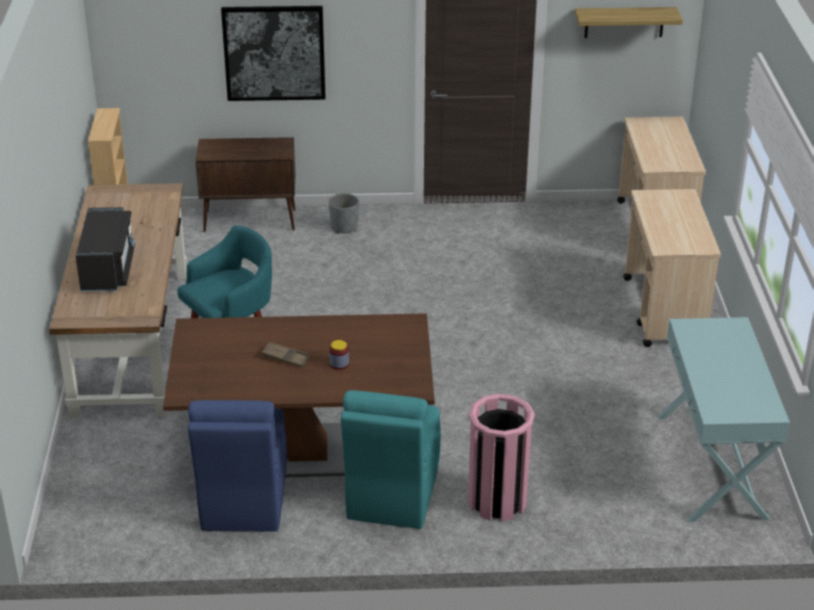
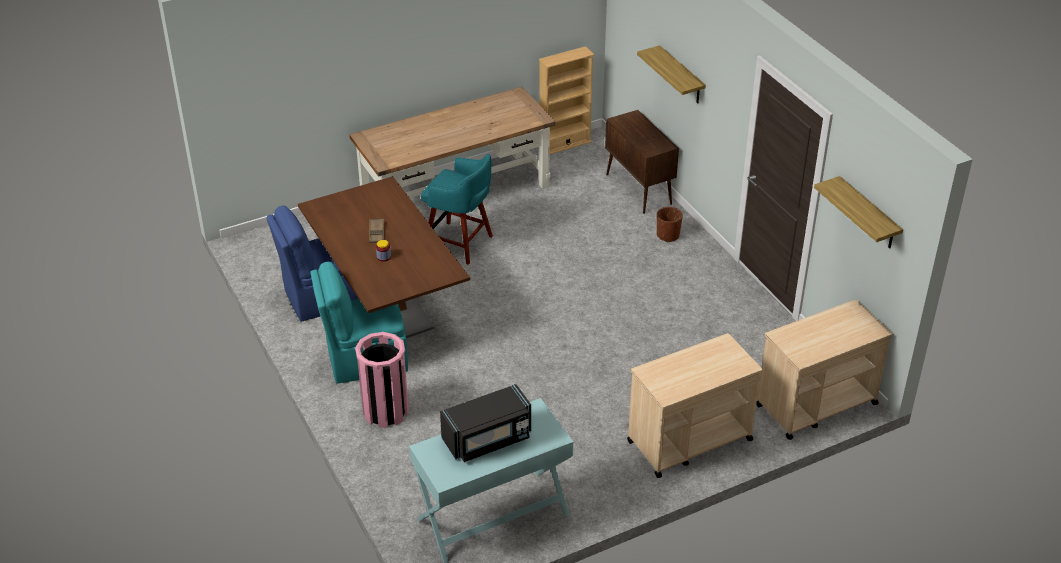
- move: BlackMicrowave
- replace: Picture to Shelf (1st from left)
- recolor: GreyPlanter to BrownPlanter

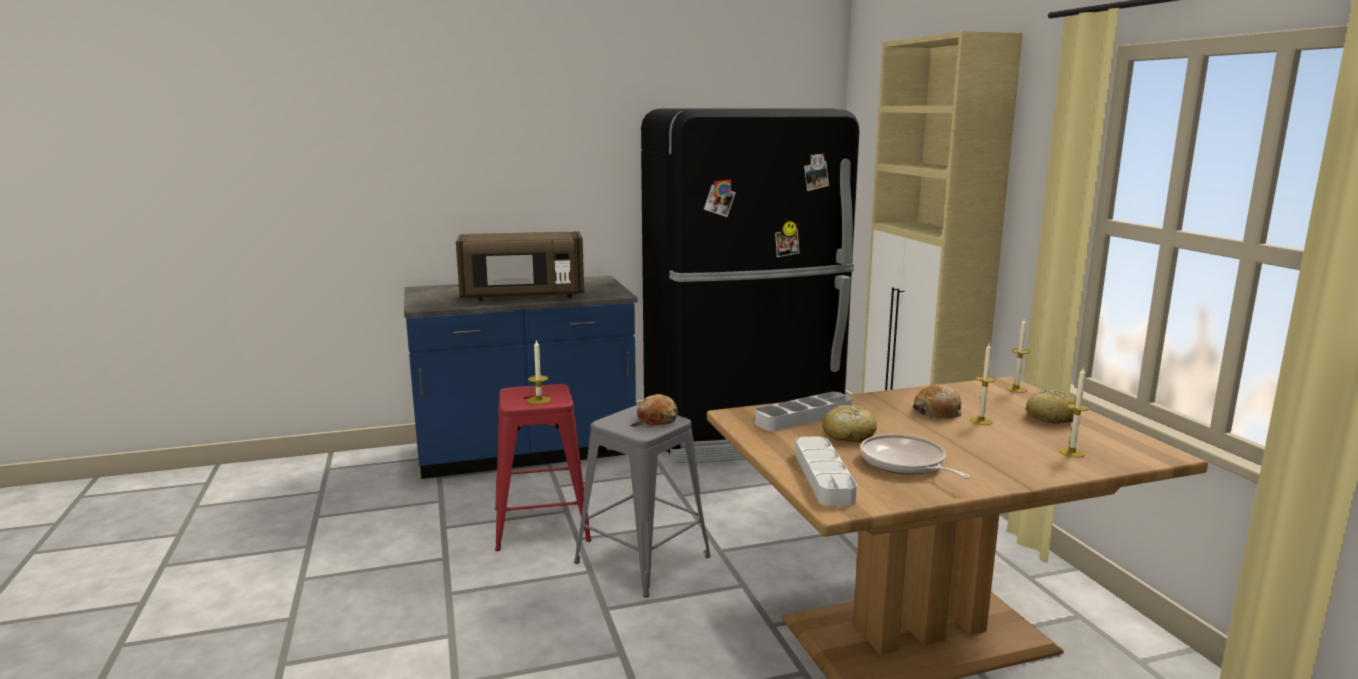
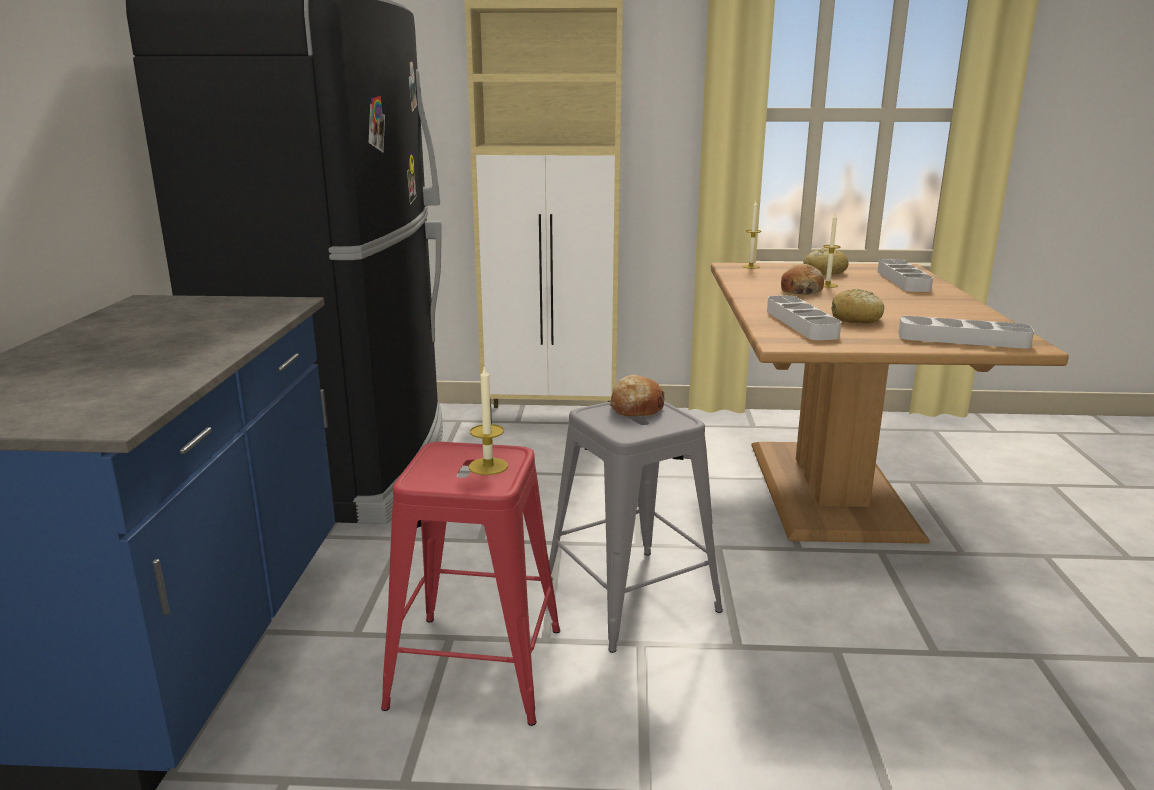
- delete: BrownMicrowave
- delete: FryingPan
- replace: Candle (4th from left) to GreyTray (2nd from left)

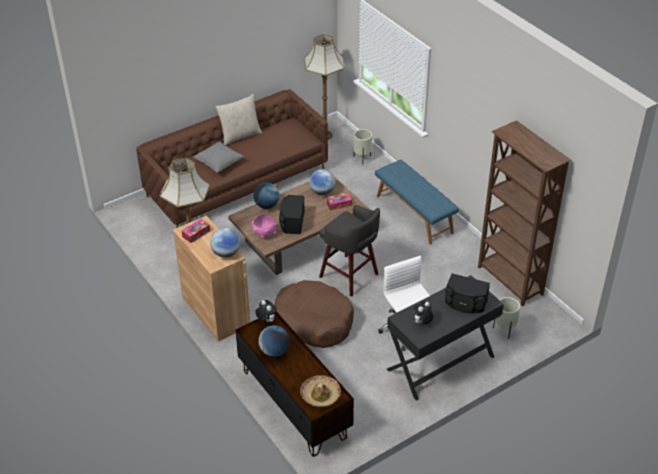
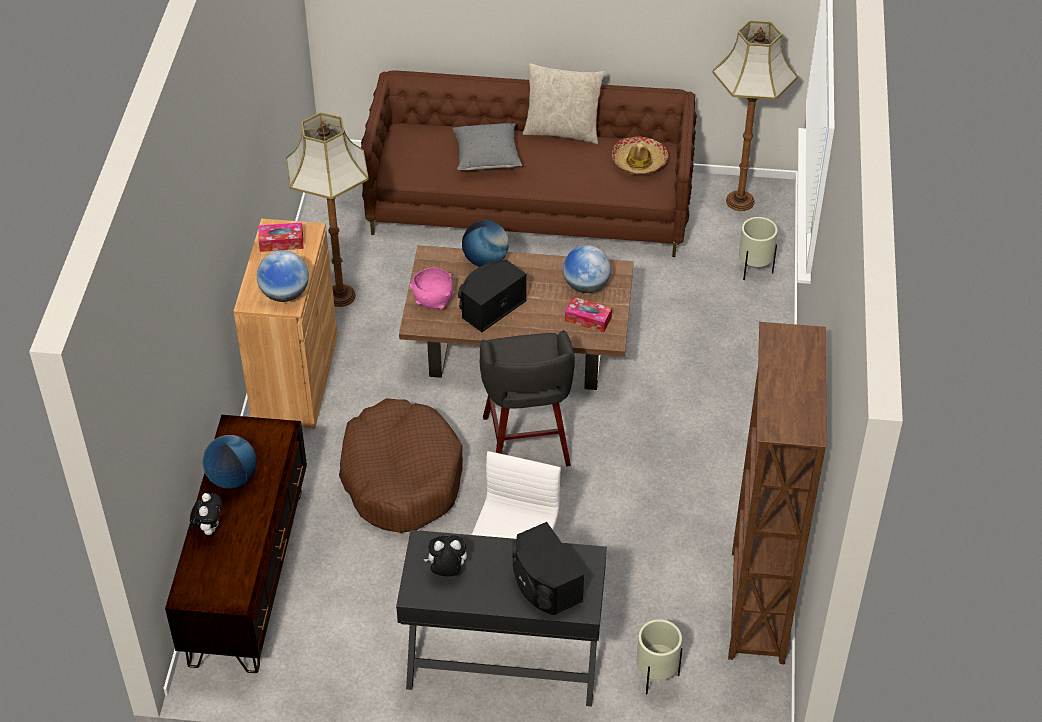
- delete: BlueBench
- move: PlushToy (1st from left)
- move: Hat

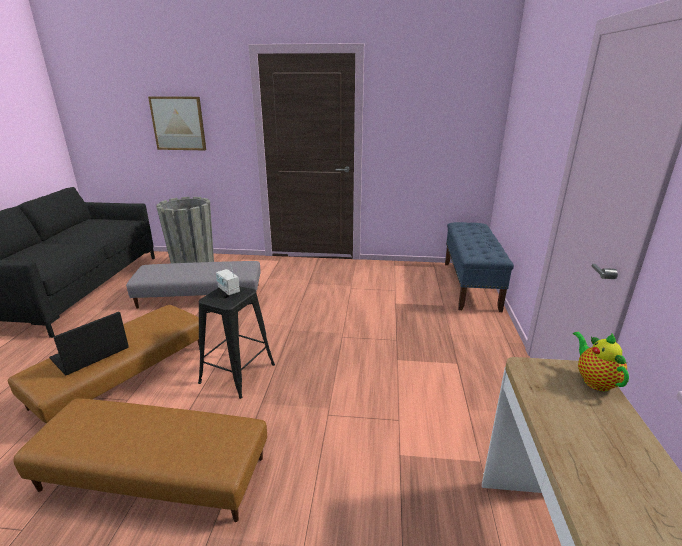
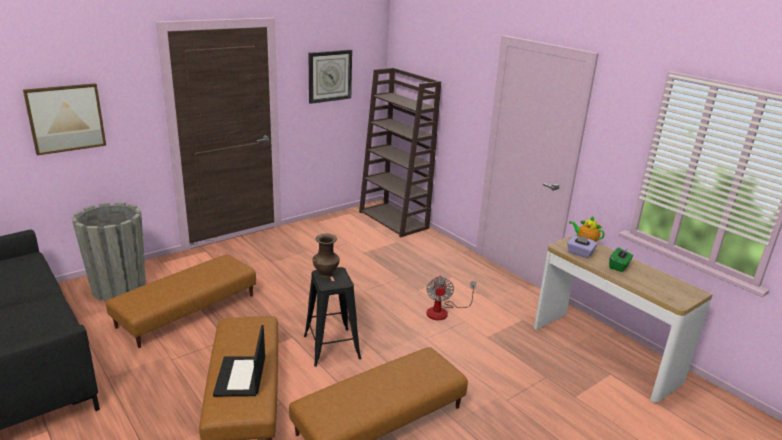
- insert: WallClock
- insert: Fan
- insert: PurpleTissueBox
- insert: GreenTissueBox
- replace: Radio to BrownVase
- replace: BlueBench to BrownBookcase
- recolor: GreyOttoman to BrownOttoman (1st from left)

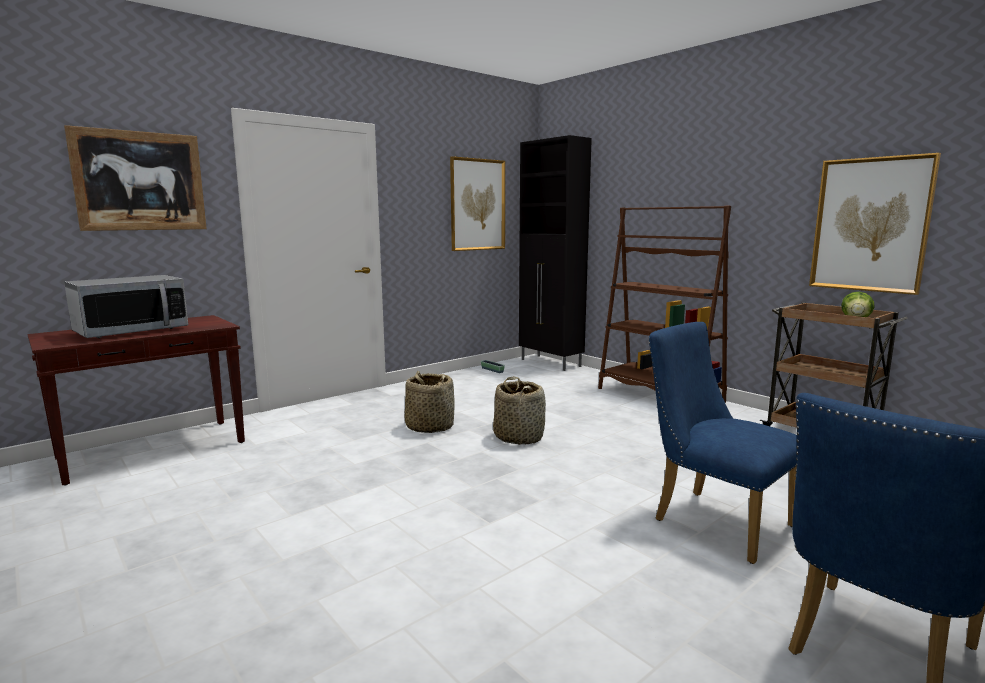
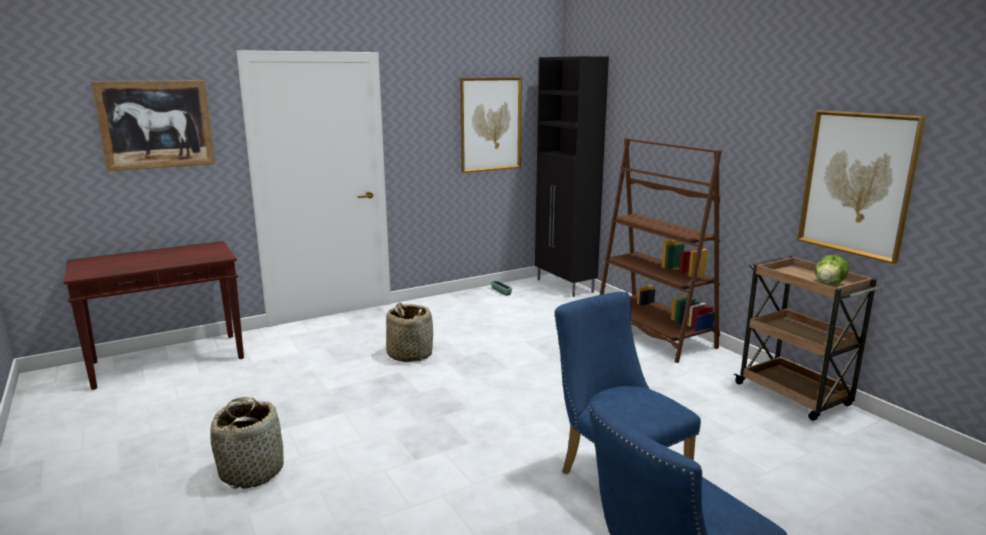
- delete: Microwave
- move: Basket (2nd from left in the first image) to Basket (1st from left)

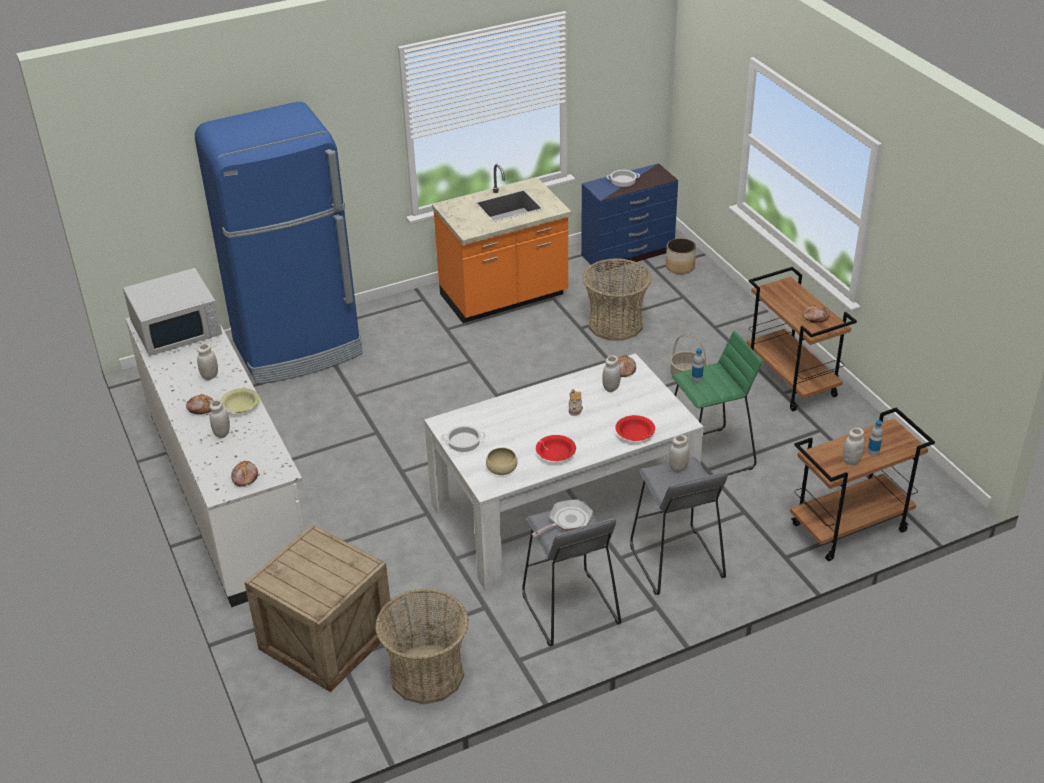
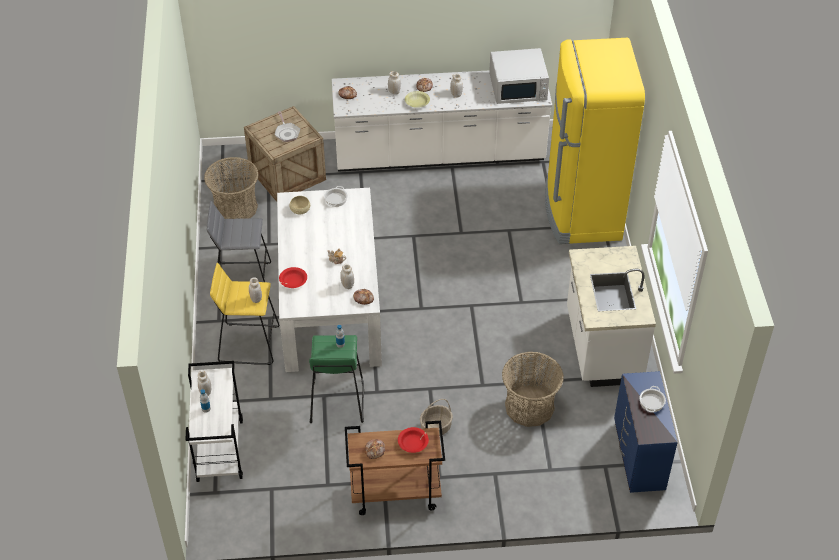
- delete: Planter
- move: FryingPan
- move: RedBowl (1st from left in the first image) to RedBowl (2nd from left)
- recolor: BlueFridge to YellowFridge
- recolor: OrangeCounter to WhiteCounter (2nd from left)
- recolor: GreyStool (2nd from left) to YellowStool
- recolor: BrownCart (2nd from left) to WhiteCart
- rotate: WhiteMicrowave 90 degrees counterclockwise

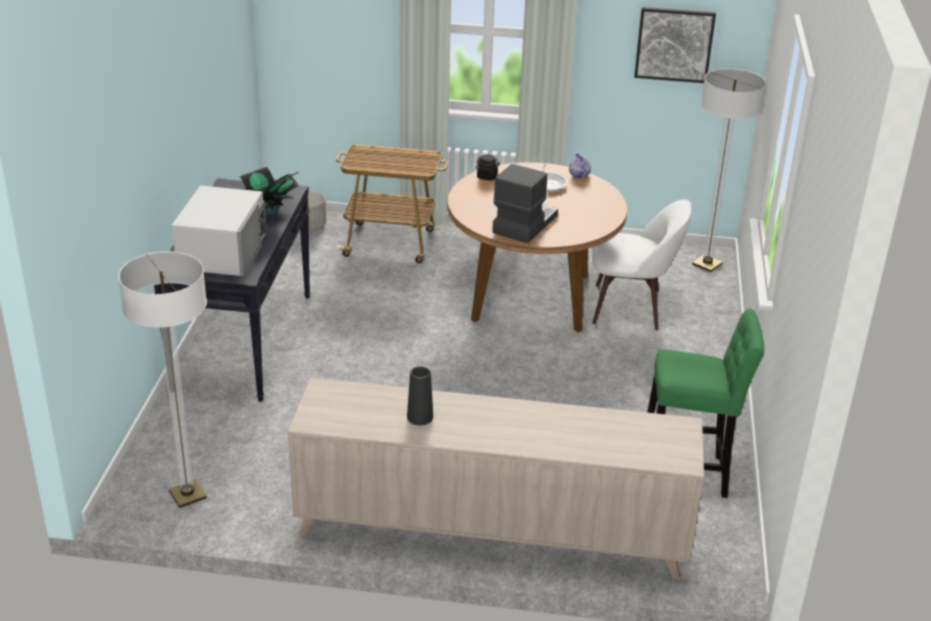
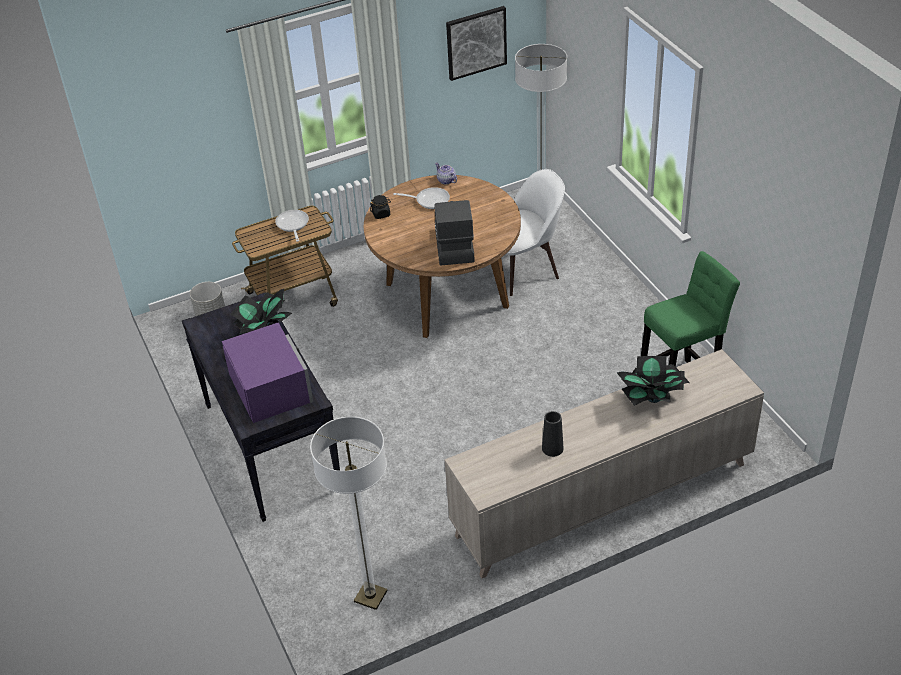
- insert: FryingPan (1st from left)
- insert: PottedPlant (2nd from left)
- recolor: WhiteMicrowave to PurpleMicrowave

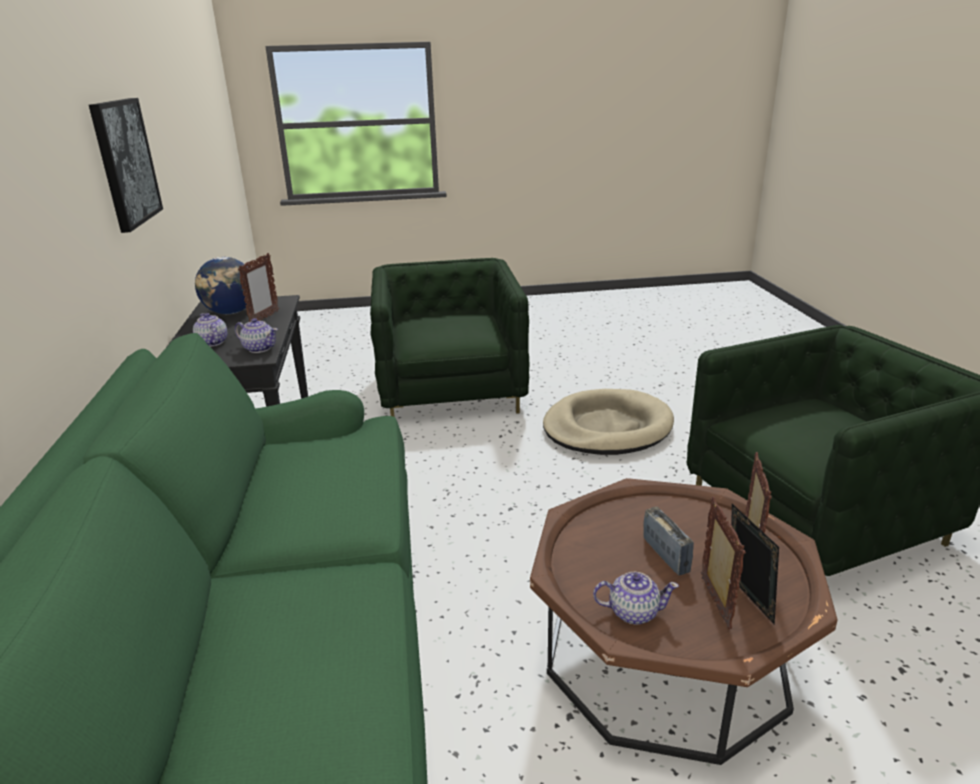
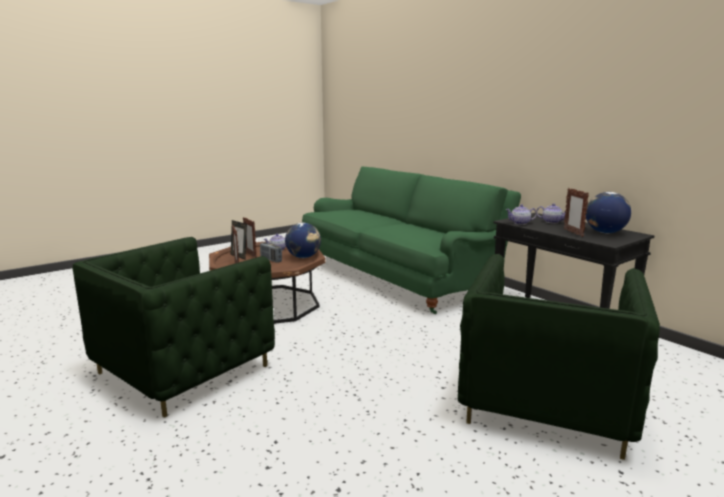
- delete: Picture
- delete: BeigeDogBed
- insert: Globe (1st from left)
- rotate: GreenArmchair (1st from left in the first image) 60 degrees clockwise

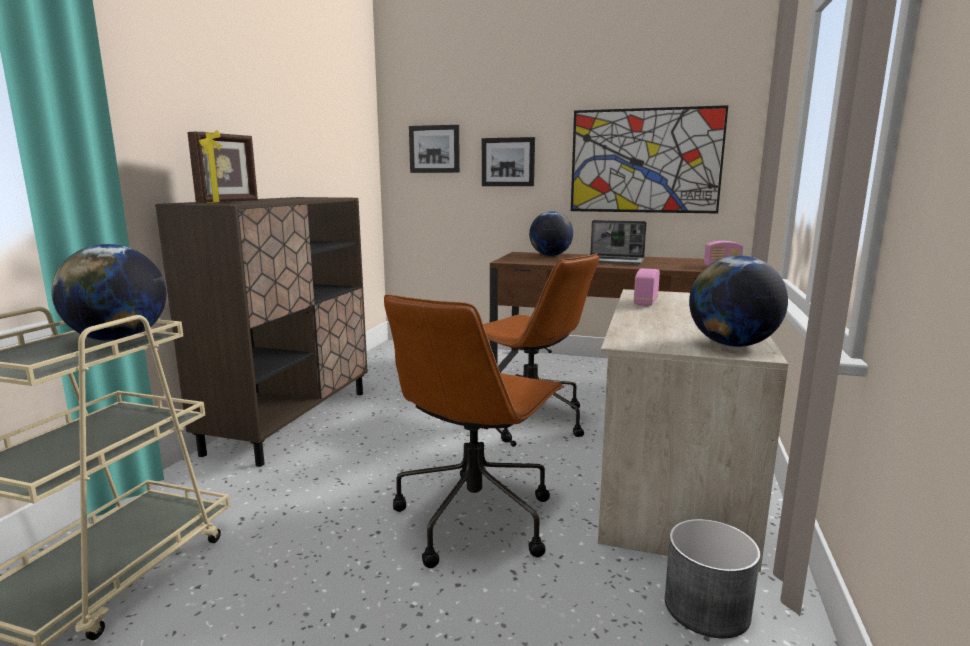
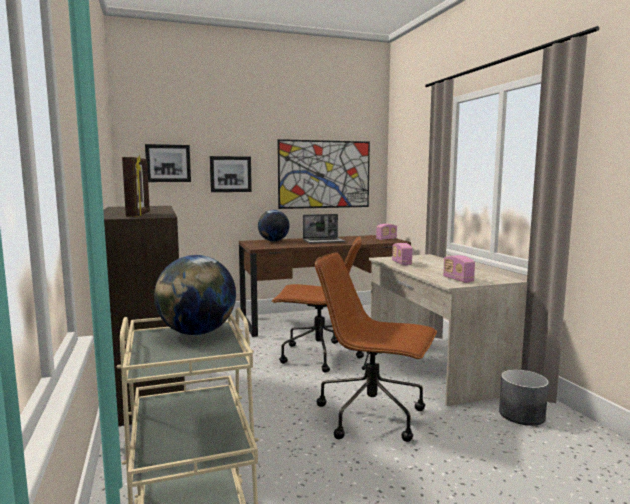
- delete: Globe (3rd from left)
- insert: Radio (3rd from left)
- rotate: BrownOfficeChair (1st from left in the first image) 120 degrees clockwise

